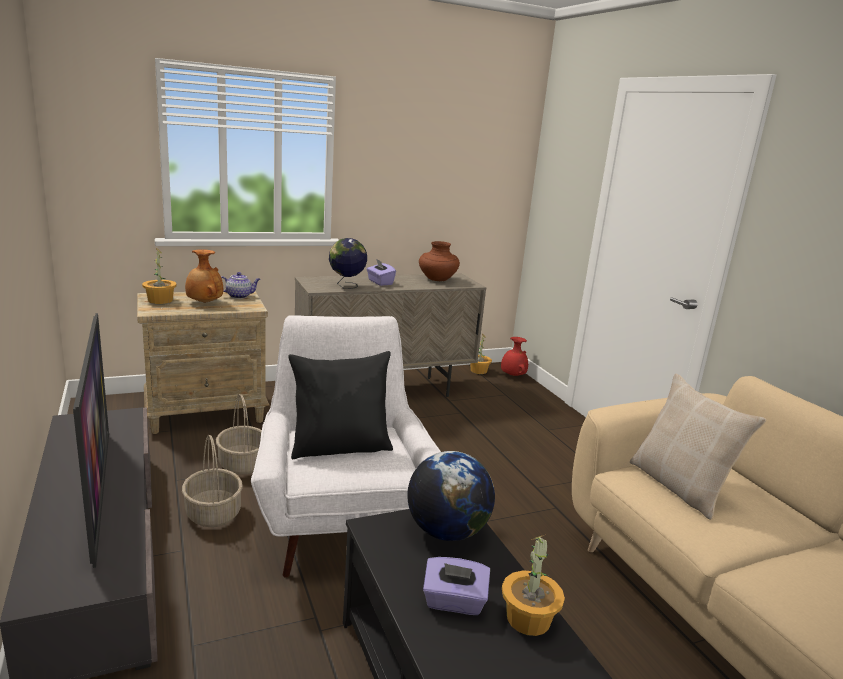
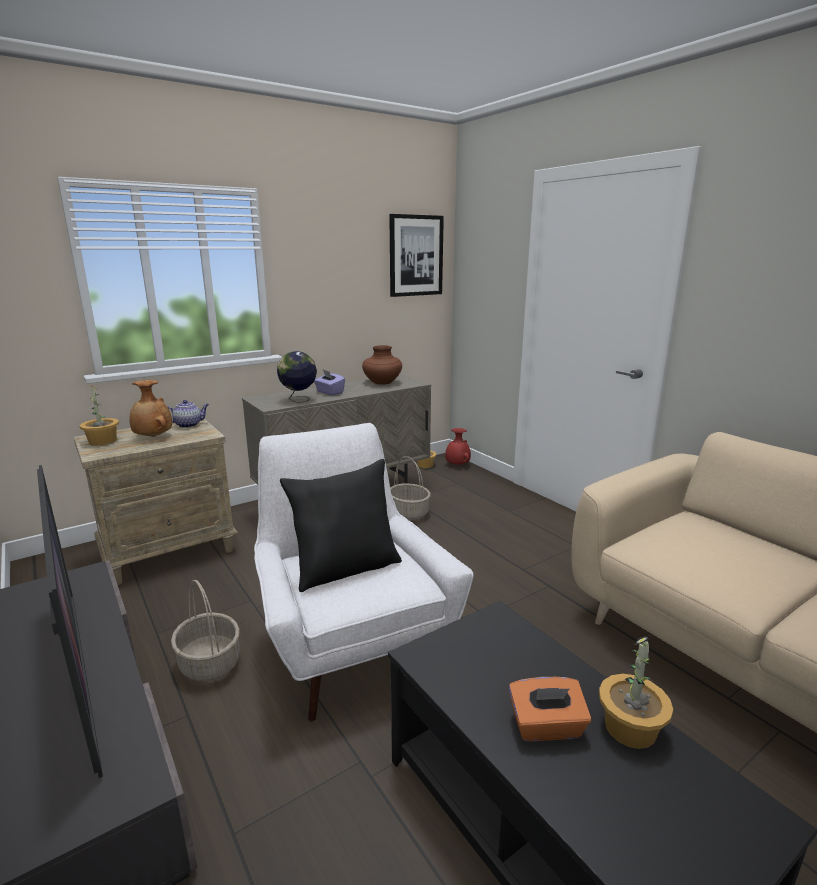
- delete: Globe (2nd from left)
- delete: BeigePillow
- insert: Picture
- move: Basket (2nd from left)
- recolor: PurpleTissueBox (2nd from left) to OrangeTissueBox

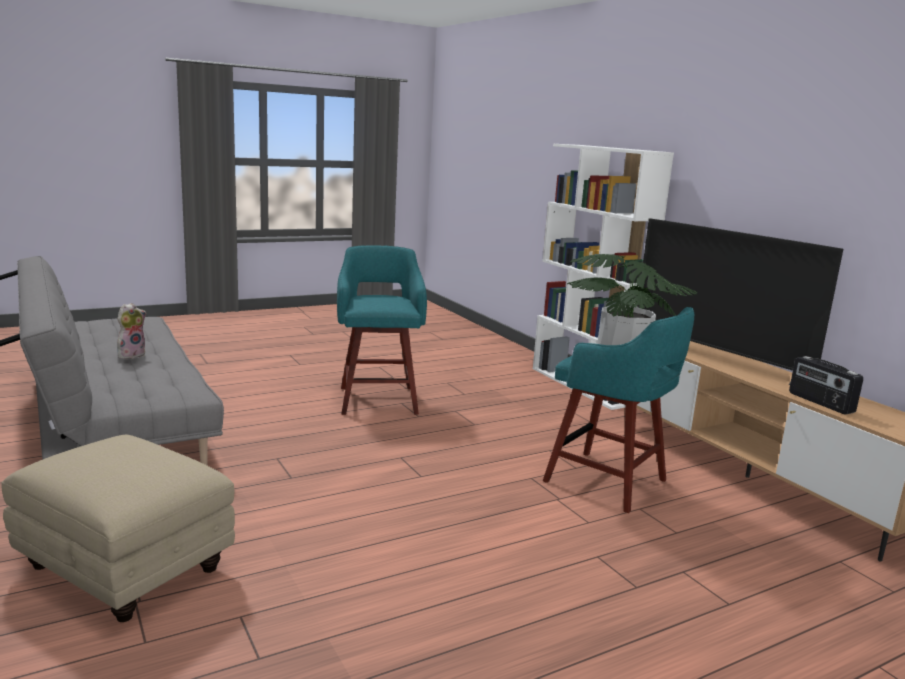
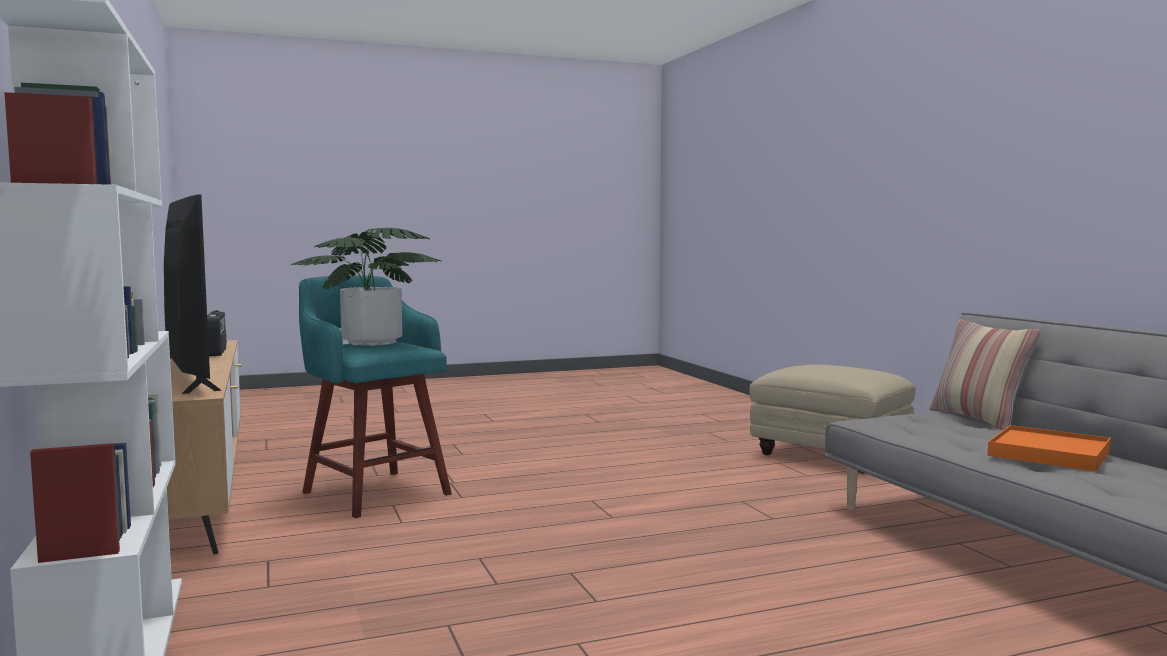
- delete: TurquoiseStool (1st from left)
- insert: Pillow
- replace: PlushToy to OrangeTray

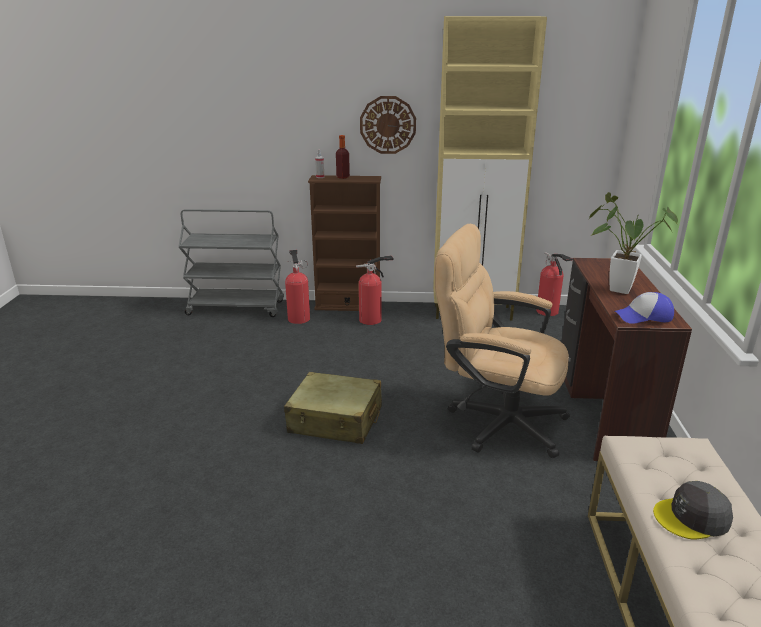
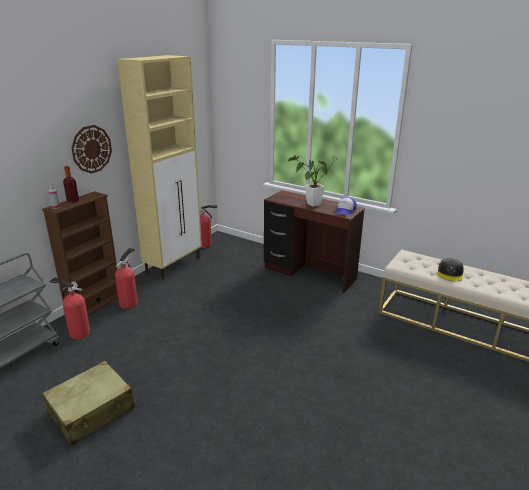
- delete: BeigeOfficeChair
- move: BeigeSuitcase

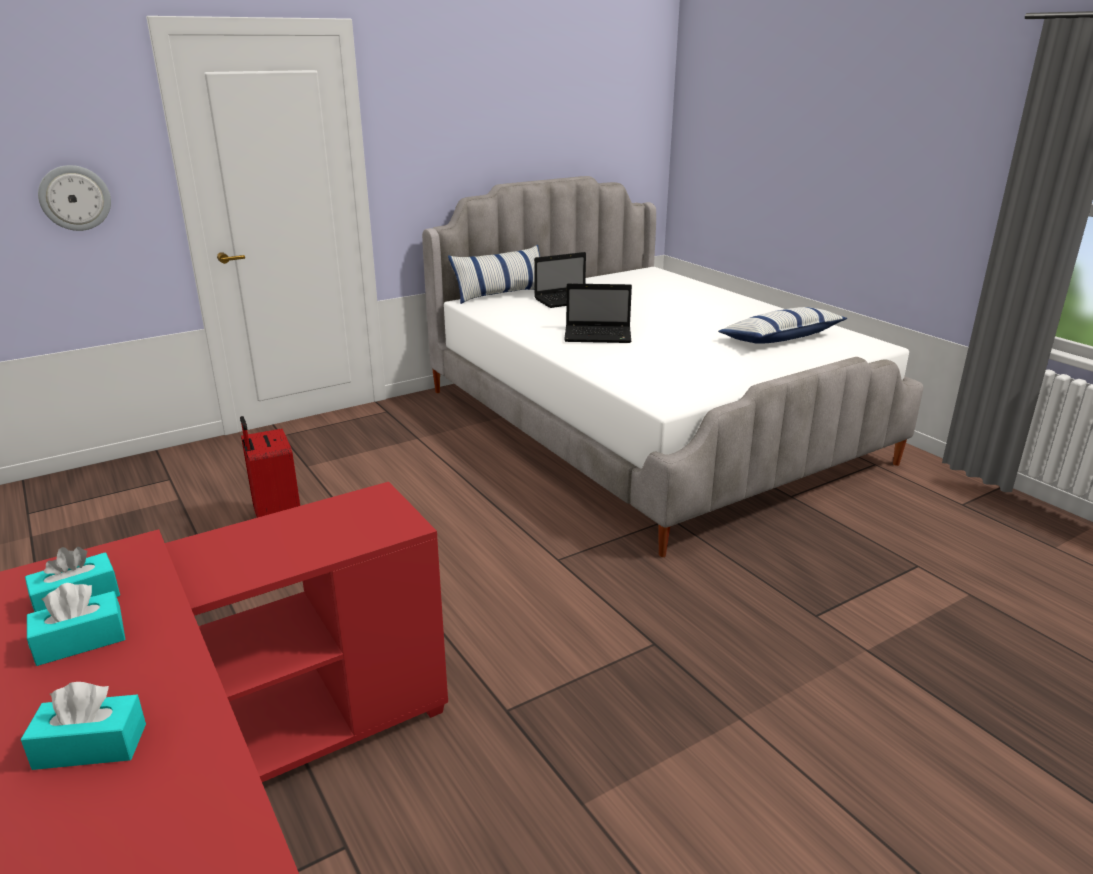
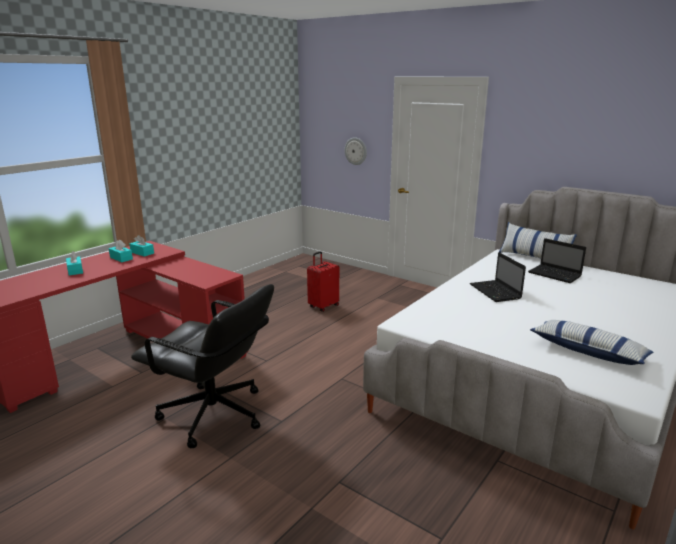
- insert: BlackOfficeChair

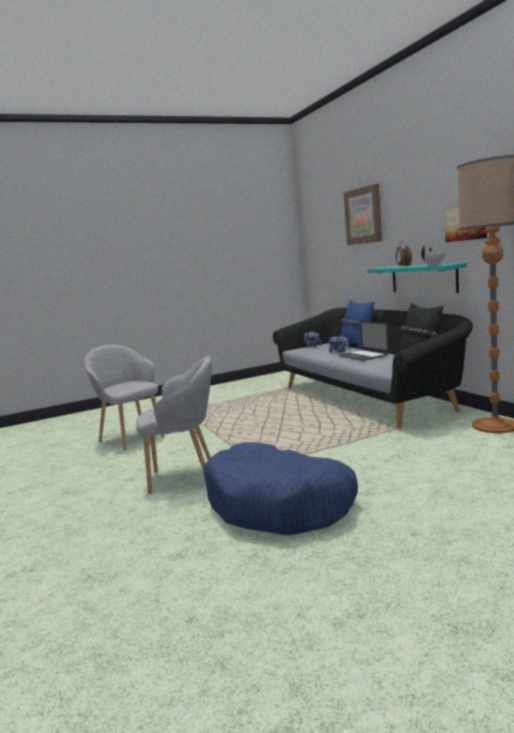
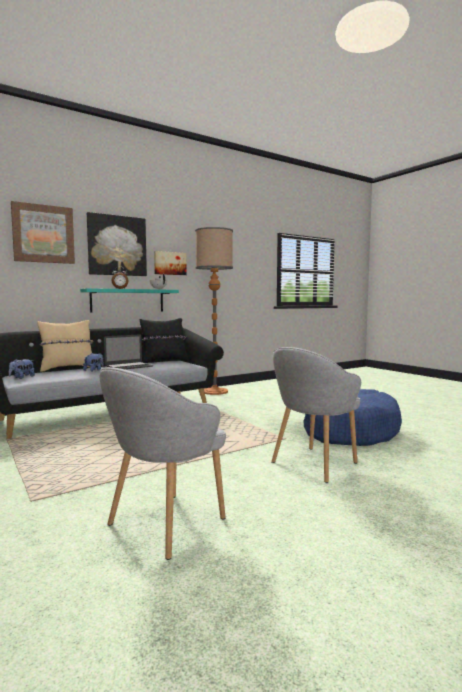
- insert: Picture (2nd from left)
- recolor: BluePillow to BeigePillow
- rotate: GreyArmchair (2nd from left) 120 degrees counterclockwise

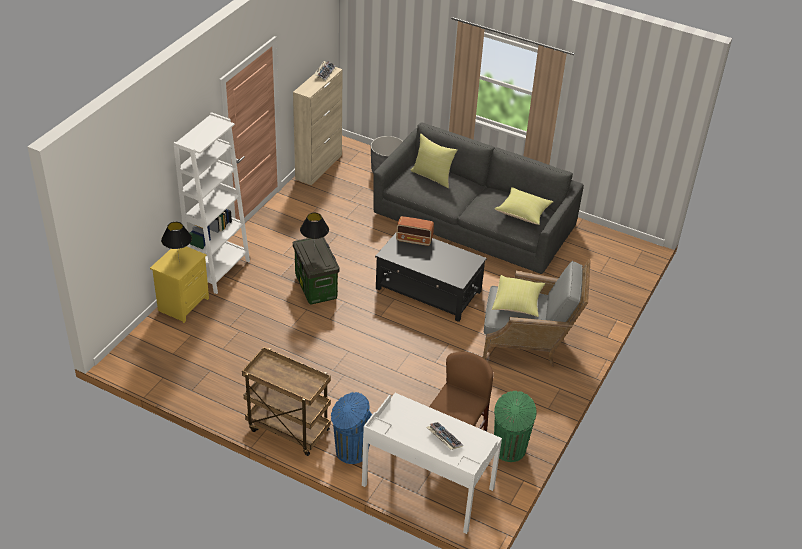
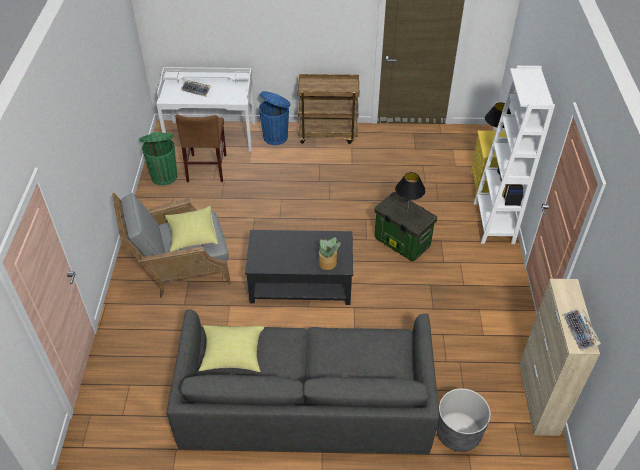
- delete: YellowPillow (1st from left)
- replace: Radio to PottedPlant

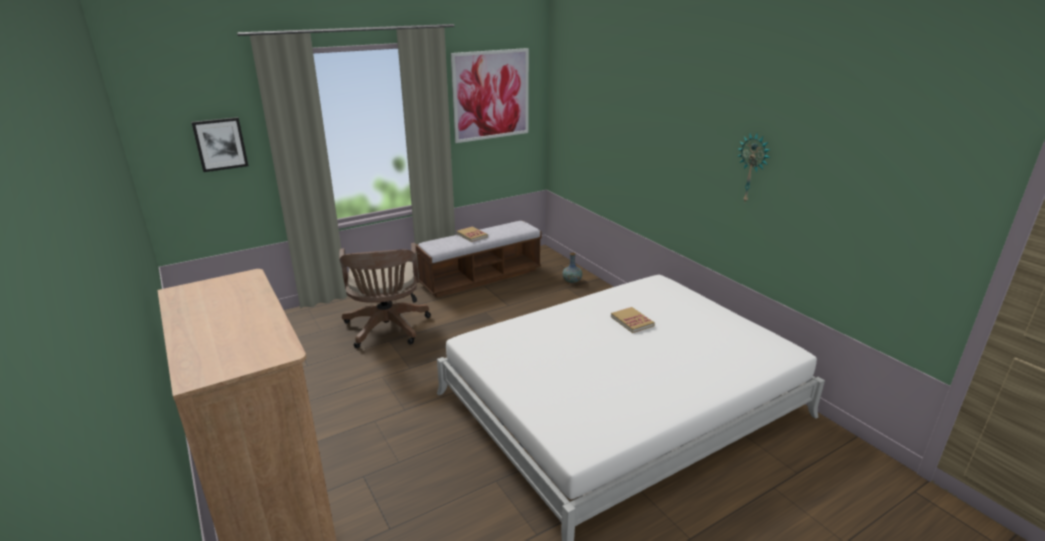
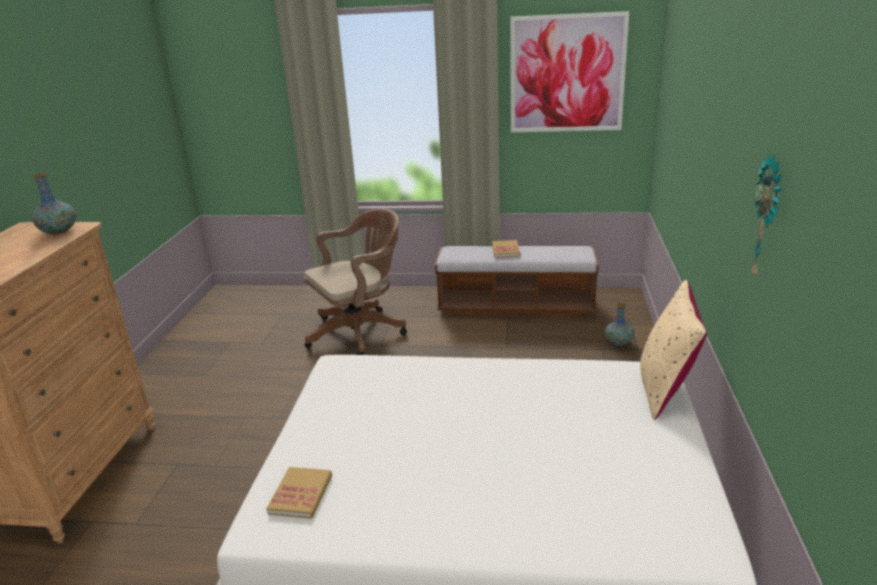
- delete: Picture (1st from left)
- insert: Vase (1st from left)
- insert: BeigePillow
- move: Book (2nd from left in the first image) to Book (1st from left)
- rotate: BrownOfficeChair 150 degrees counterclockwise

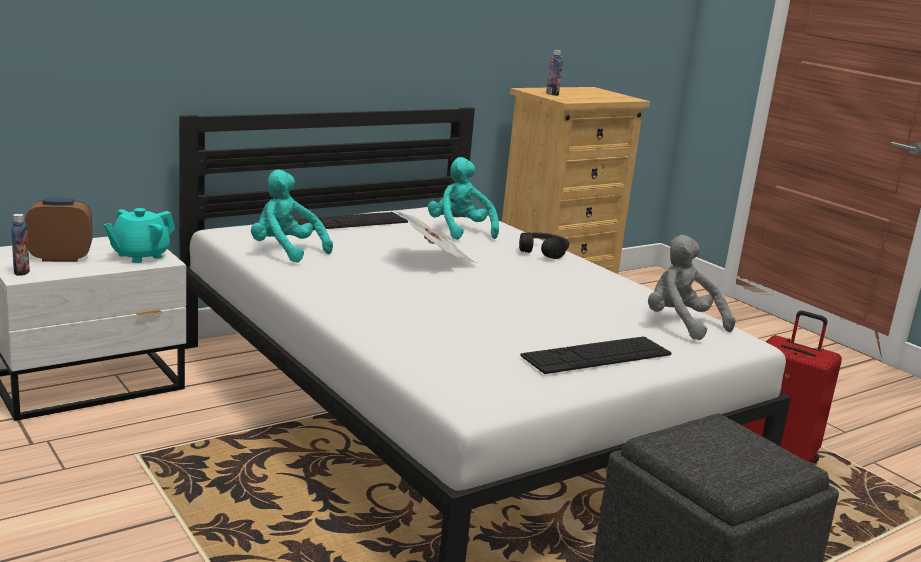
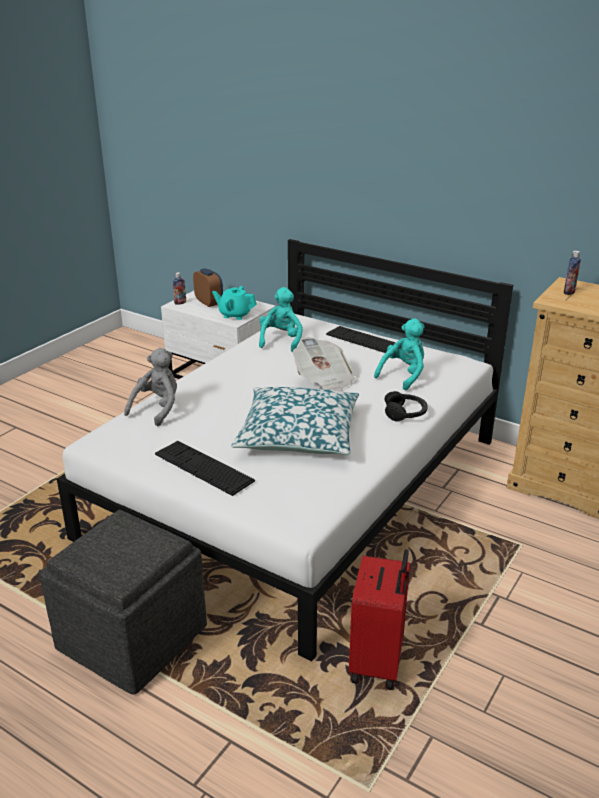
- insert: Pillow
- move: GreyPlushToy

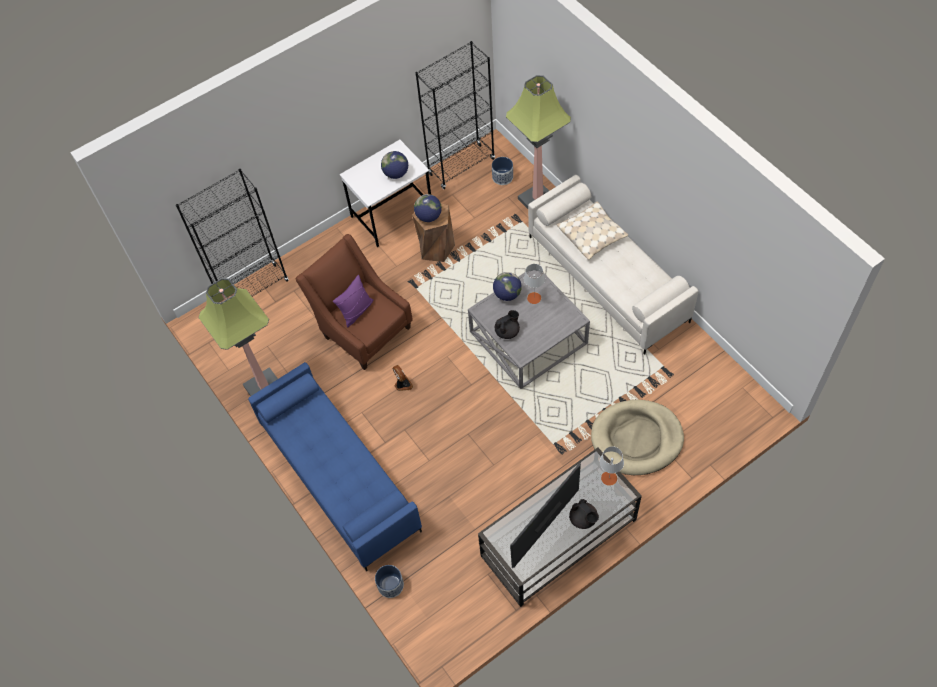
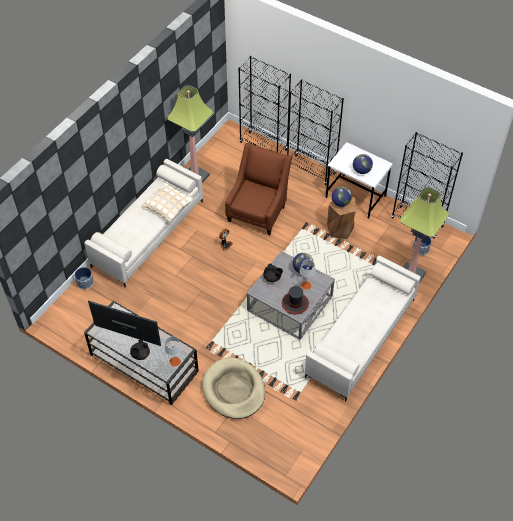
- delete: PurplePillow
- insert: Hat
- insert: BlackBookcase (2nd from left)
- move: BeigePillow
- recolor: BlueSofa to WhiteSofa (1st from left)

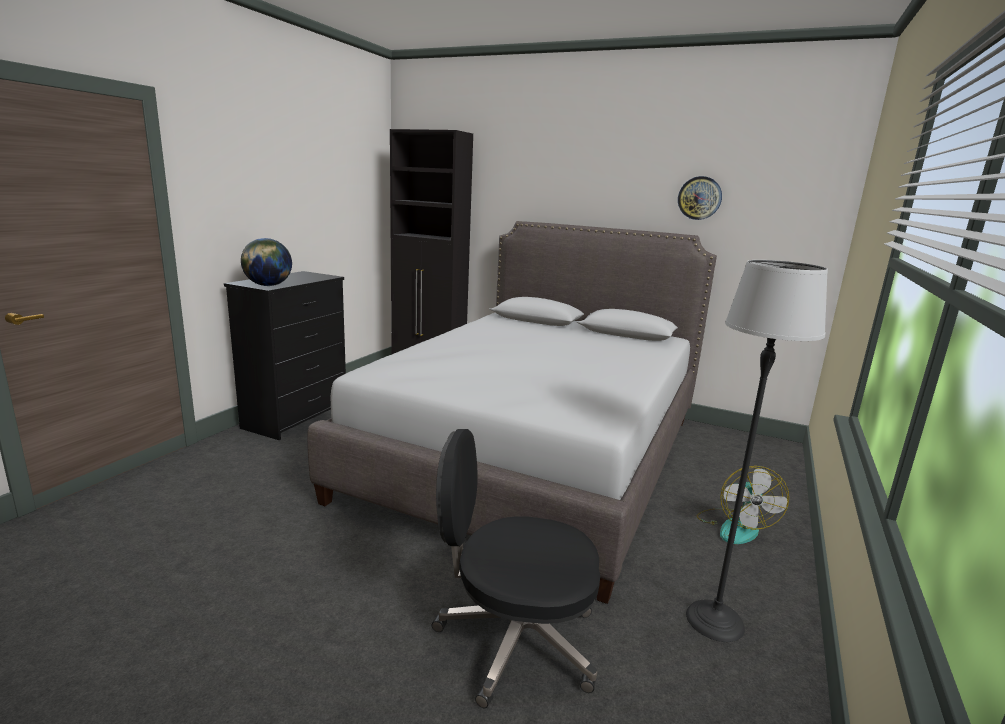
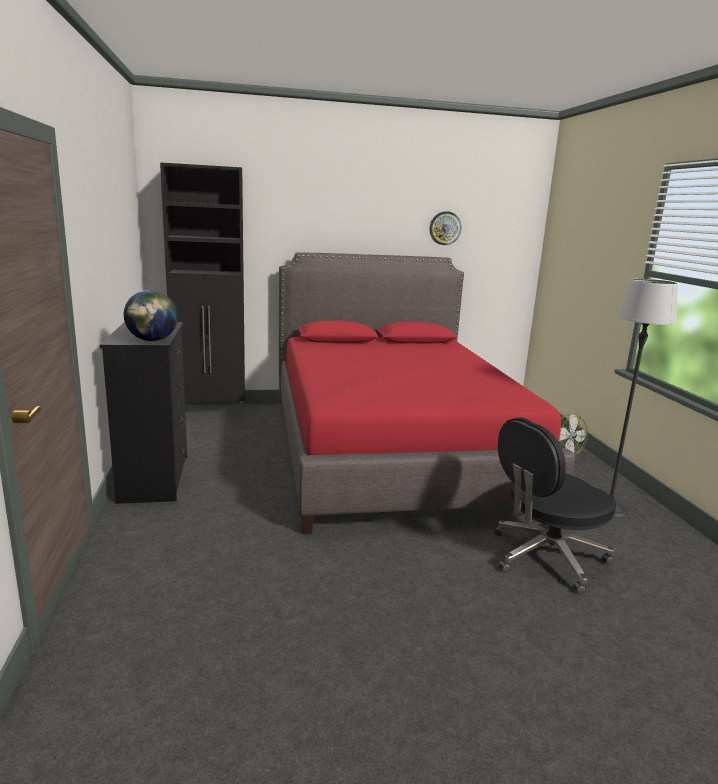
- recolor: GreyBed to RedBed

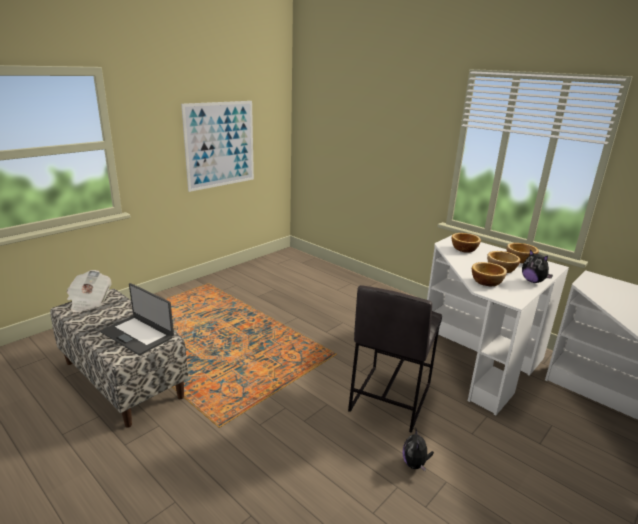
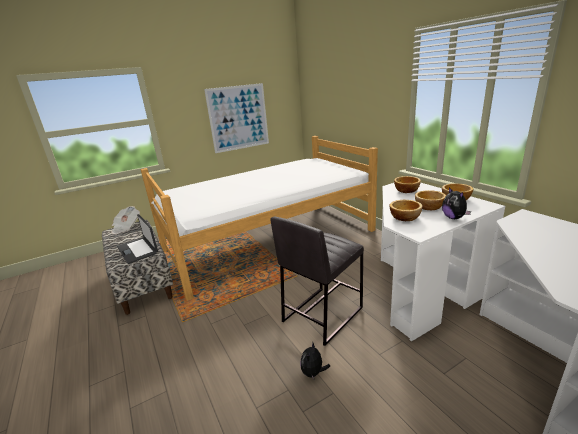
- insert: Bed

